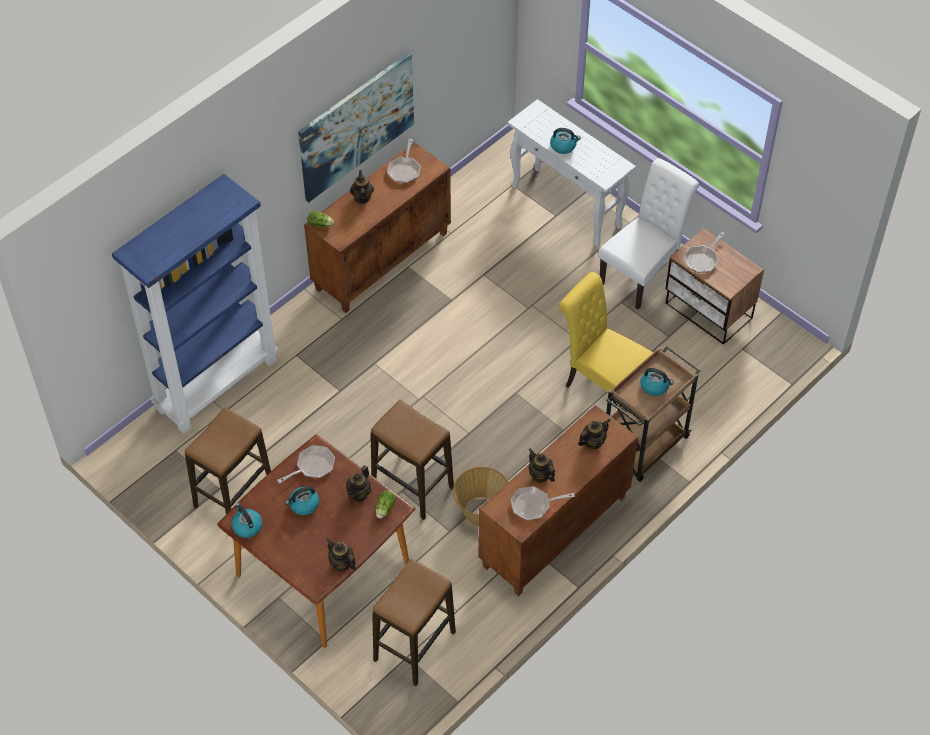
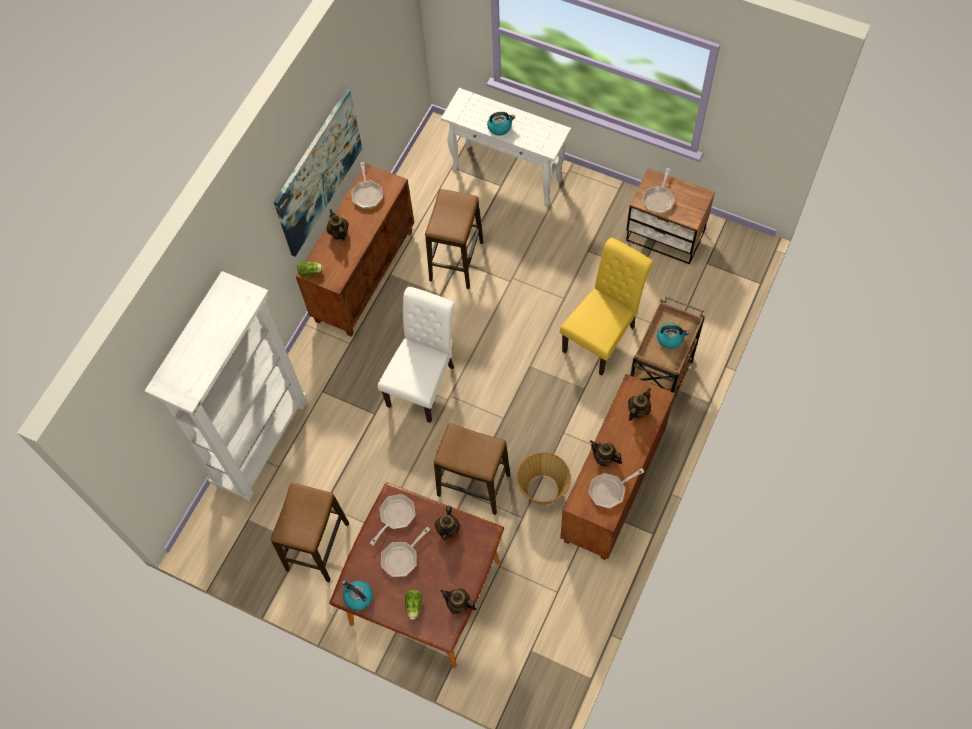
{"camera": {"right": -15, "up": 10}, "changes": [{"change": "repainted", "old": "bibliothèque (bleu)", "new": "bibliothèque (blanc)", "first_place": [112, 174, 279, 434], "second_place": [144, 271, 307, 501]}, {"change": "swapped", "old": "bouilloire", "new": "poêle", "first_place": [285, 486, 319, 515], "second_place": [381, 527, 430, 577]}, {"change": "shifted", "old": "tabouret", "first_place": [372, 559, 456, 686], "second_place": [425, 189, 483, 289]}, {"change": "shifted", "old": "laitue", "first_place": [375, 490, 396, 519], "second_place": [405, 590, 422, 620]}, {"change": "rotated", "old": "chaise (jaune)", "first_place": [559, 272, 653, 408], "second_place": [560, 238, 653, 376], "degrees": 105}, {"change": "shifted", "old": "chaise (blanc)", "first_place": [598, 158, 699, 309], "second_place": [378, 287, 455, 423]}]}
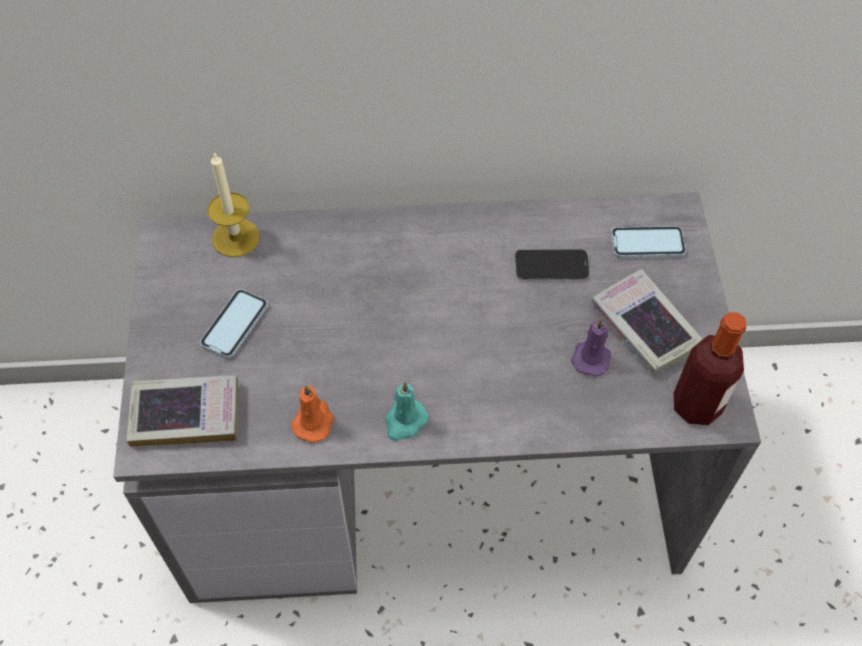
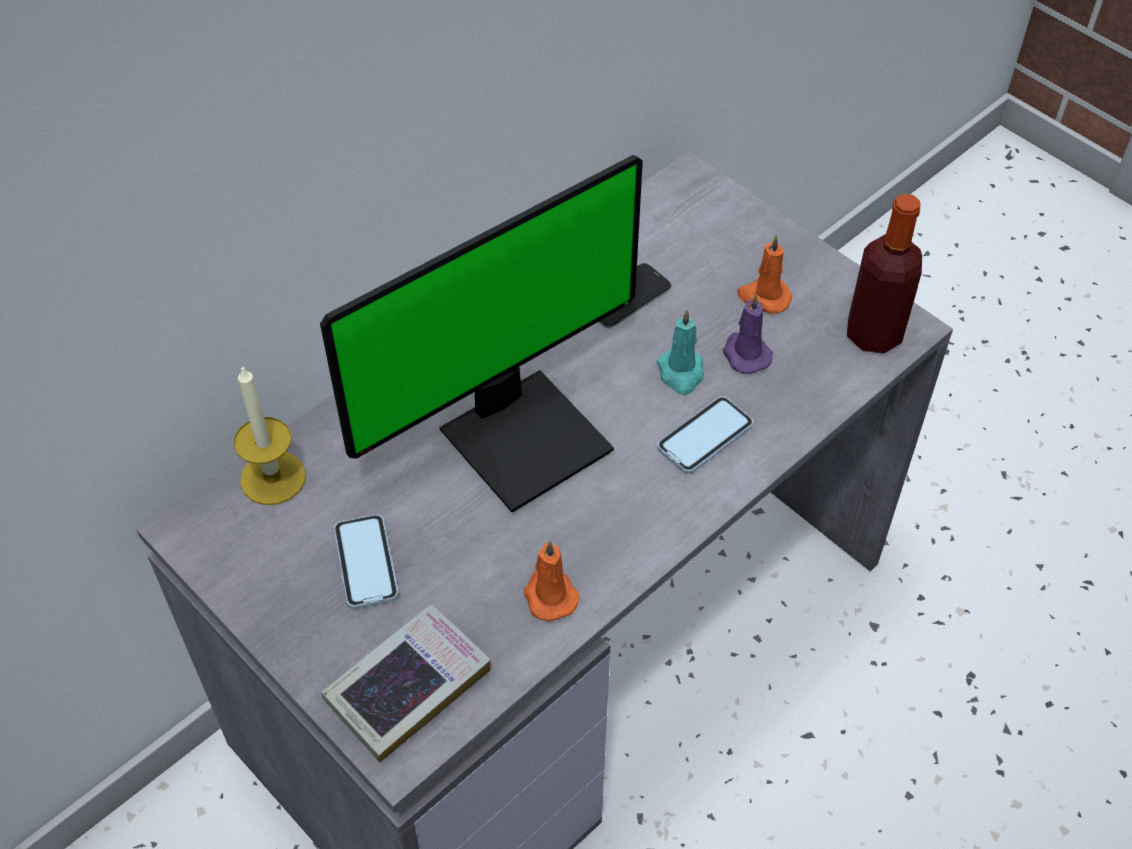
{"camera": {"right": -40, "up": -5}, "changes": [{"change": "shifted", "old": "bougie (turquoise)", "first_place": [385, 382, 429, 441], "second_place": [657, 310, 704, 395]}, {"change": "swapped", "old": "livre", "new": "bougie (orange)", "first_place": [591, 269, 703, 375], "second_place": [737, 235, 792, 314]}, {"change": "shifted", "old": "téléphone", "first_place": [611, 226, 686, 258], "second_place": [657, 396, 753, 474]}, {"change": "new", "new": "écran d'ordinateur", "second_place": [320, 155, 643, 513]}]}
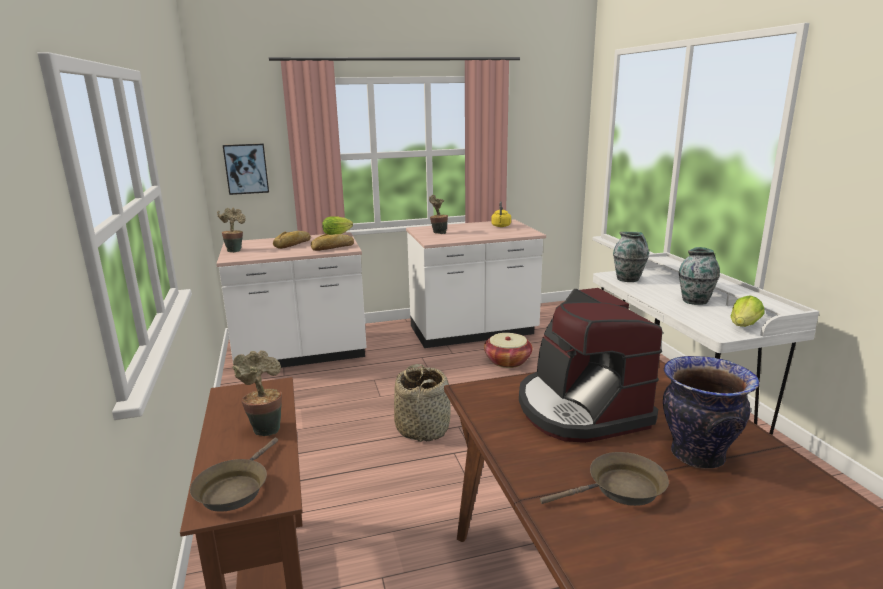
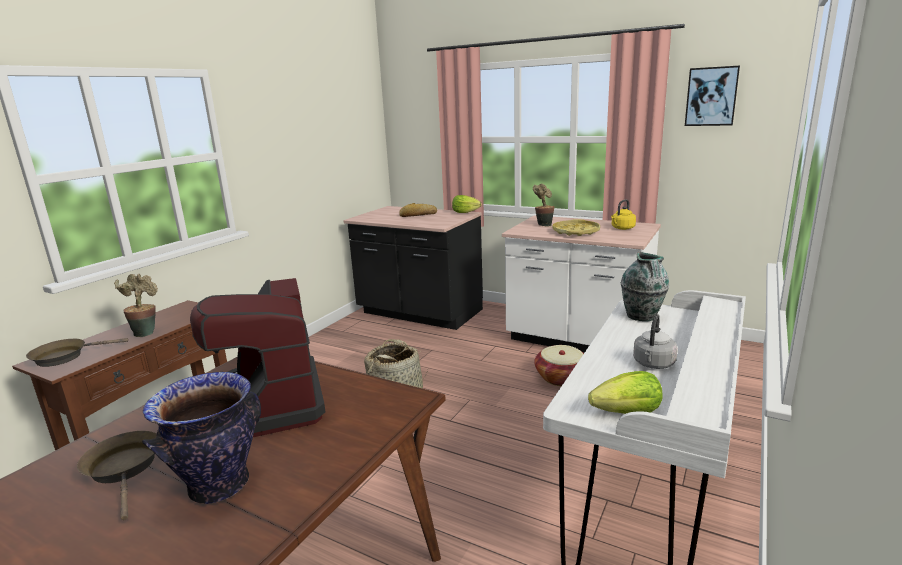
{"camera": {"right": 45, "up": 0}, "changes": [{"change": "gone", "old": "plante en pot", "first_place": [217, 208, 246, 253]}, {"change": "repainted", "old": "comptoir de cuisine (blanc)", "new": "comptoir de cuisine (noir)", "first_place": [217, 232, 367, 368], "second_place": [343, 206, 483, 330]}, {"change": "shifted", "old": "tableau", "first_place": [223, 143, 269, 195], "second_place": [685, 66, 740, 126]}, {"change": "gone", "old": "pain", "first_place": [311, 234, 354, 251]}, {"change": "rotated", "old": "machine à café", "first_place": [519, 288, 662, 443], "second_place": [190, 278, 325, 437], "degrees": -45}, {"change": "rotated", "old": "poêle (marron)", "first_place": [540, 452, 669, 506], "second_place": [77, 431, 157, 521], "degrees": -150}, {"change": "swapped", "old": "vase", "new": "bouilloire (gris)", "first_place": [679, 247, 720, 305], "second_place": [633, 314, 678, 369]}, {"change": "new", "new": "plateau (jaune)", "second_place": [553, 219, 600, 236]}]}
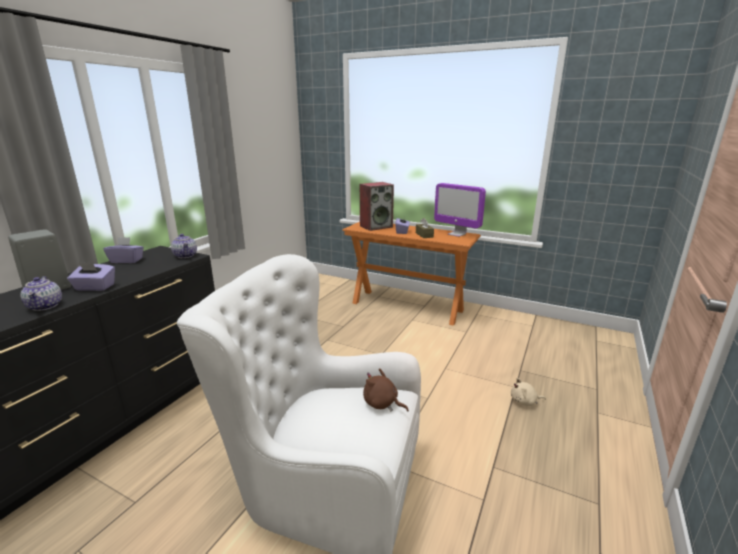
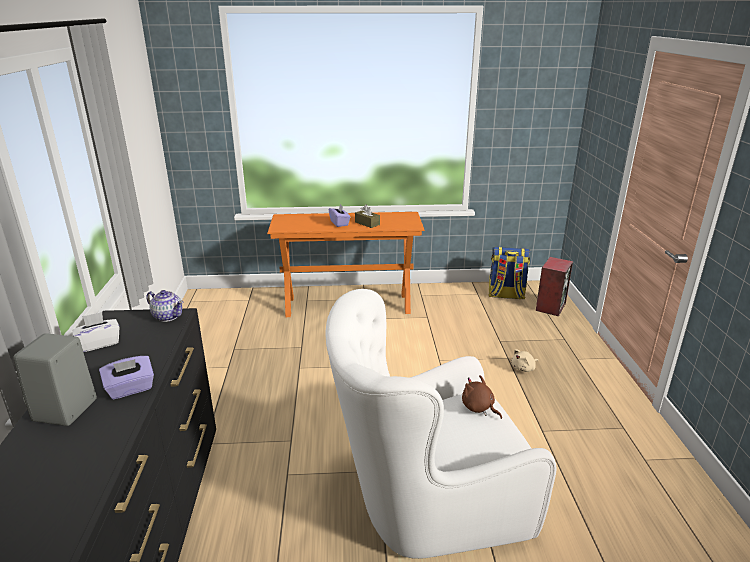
{"camera": {"right": -30, "up": 5}, "changes": [{"change": "gone", "old": "théière", "first_place": [20, 276, 62, 311]}, {"change": "repainted", "old": "boîte à mouchoirs (violet)", "new": "boîte à mouchoirs (blanc)", "first_place": [103, 237, 144, 263], "second_place": [73, 312, 120, 352]}, {"change": "shifted", "old": "enceinte", "first_place": [360, 182, 394, 231], "second_place": [536, 257, 573, 316]}, {"change": "rotated", "old": "peluche (marron)", "first_place": [363, 368, 409, 412], "second_place": [462, 375, 502, 419], "degrees": 45}, {"change": "gone", "old": "écran d'ordinateur", "first_place": [434, 183, 486, 237]}, {"change": "new", "new": "sac à dos", "second_place": [488, 247, 530, 300]}]}
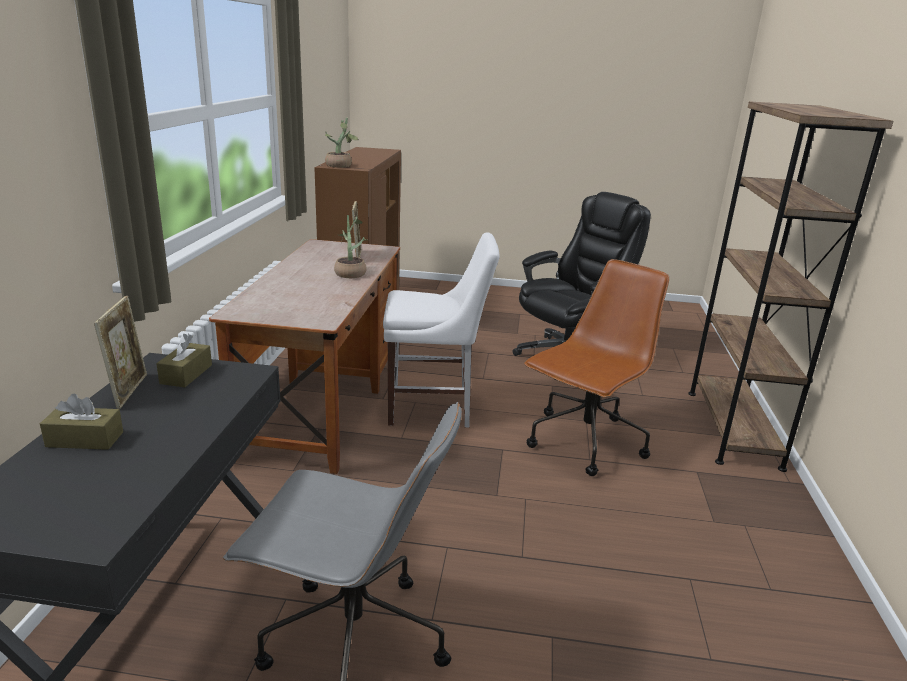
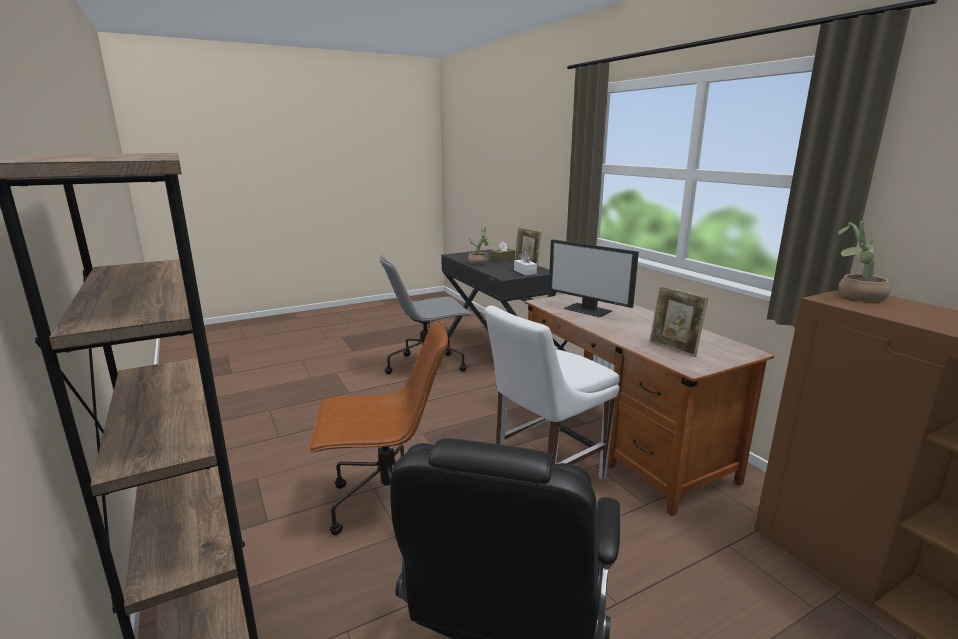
{"camera": {"right": 145, "up": -5}, "changes": [{"change": "repainted", "old": "boîte à mouchoirs (marron)", "new": "boîte à mouchoirs (blanc)", "first_place": [156, 334, 212, 387], "second_place": [514, 252, 537, 275]}, {"change": "shifted", "old": "plante en pot", "first_place": [334, 215, 367, 278], "second_place": [468, 227, 494, 265]}, {"change": "rotated", "old": "chaise de bureau (marron)", "first_place": [524, 259, 669, 476], "second_place": [308, 320, 448, 535], "degrees": -105}, {"change": "new", "new": "écran d'ordinateur", "second_place": [549, 239, 639, 317]}]}
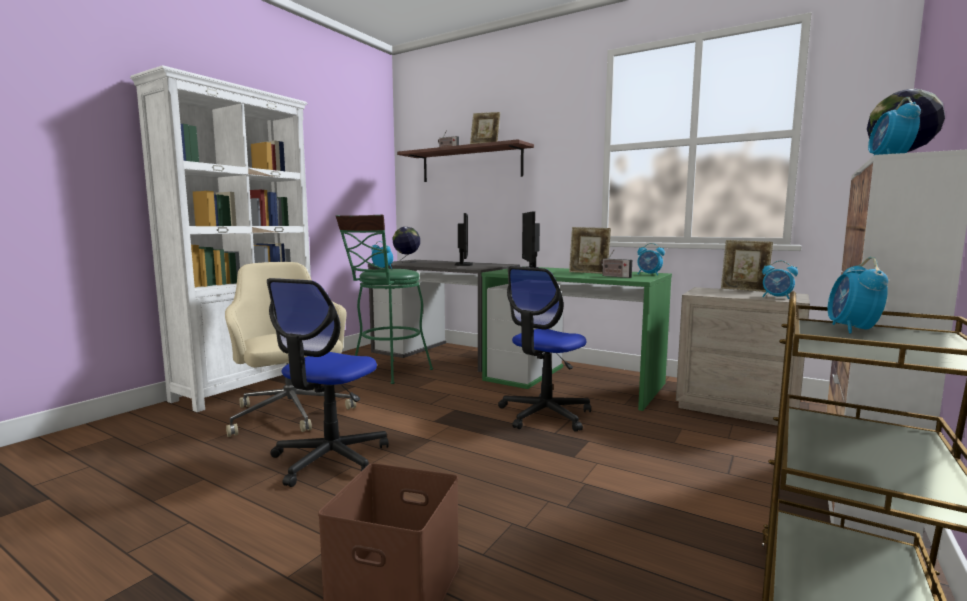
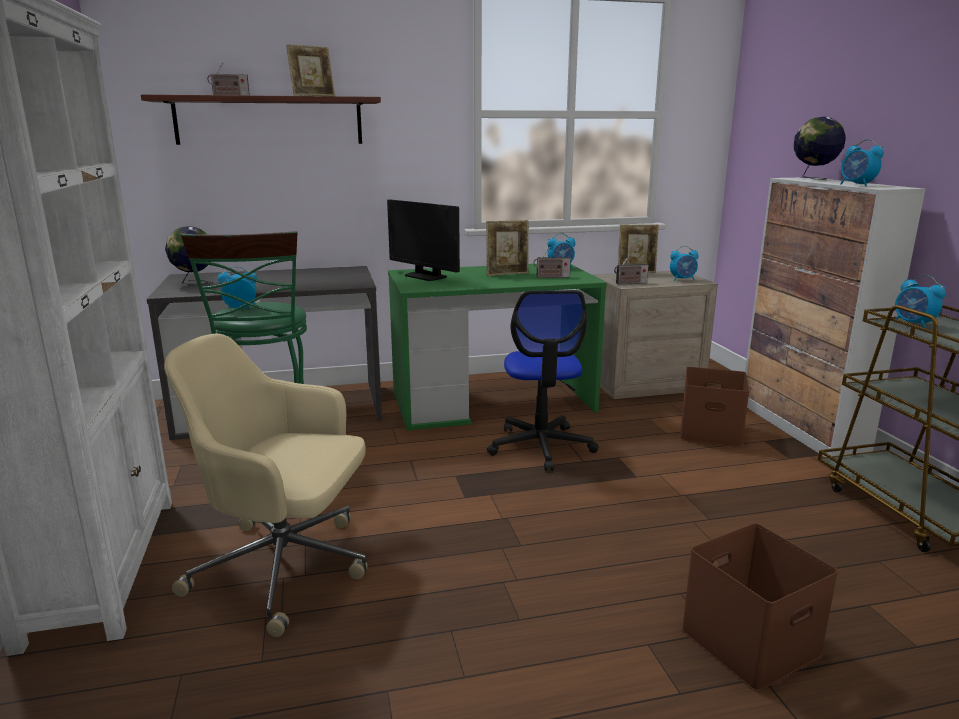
{"camera": {"right": -45, "up": 10}, "changes": [{"change": "gone", "old": "chaise de bureau", "first_place": [267, 278, 389, 487]}, {"change": "gone", "old": "écran d'ordinateur", "first_place": [455, 213, 473, 266]}, {"change": "new", "new": "radio", "second_place": [614, 255, 649, 284]}, {"change": "new", "new": "boîte de rangement (marron)", "second_place": [680, 367, 750, 447]}]}
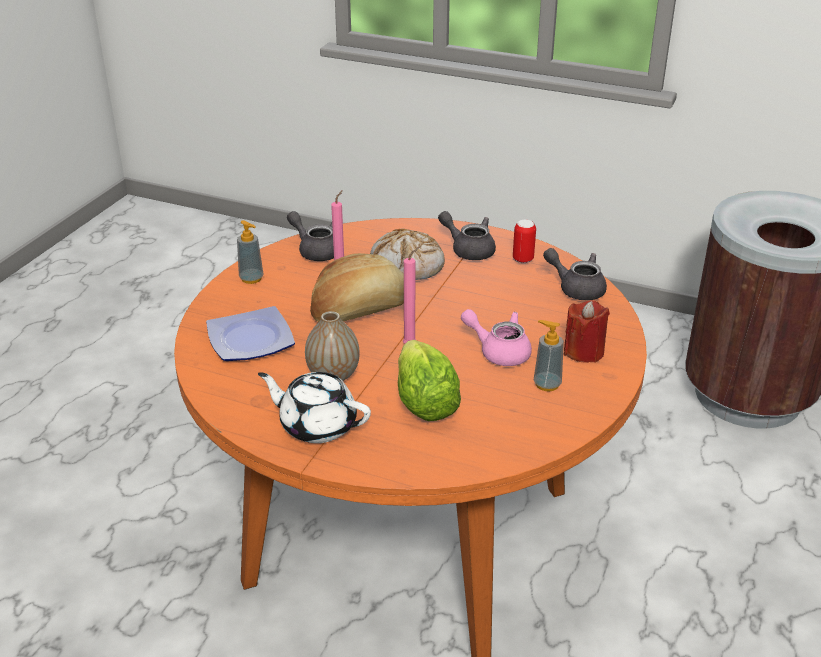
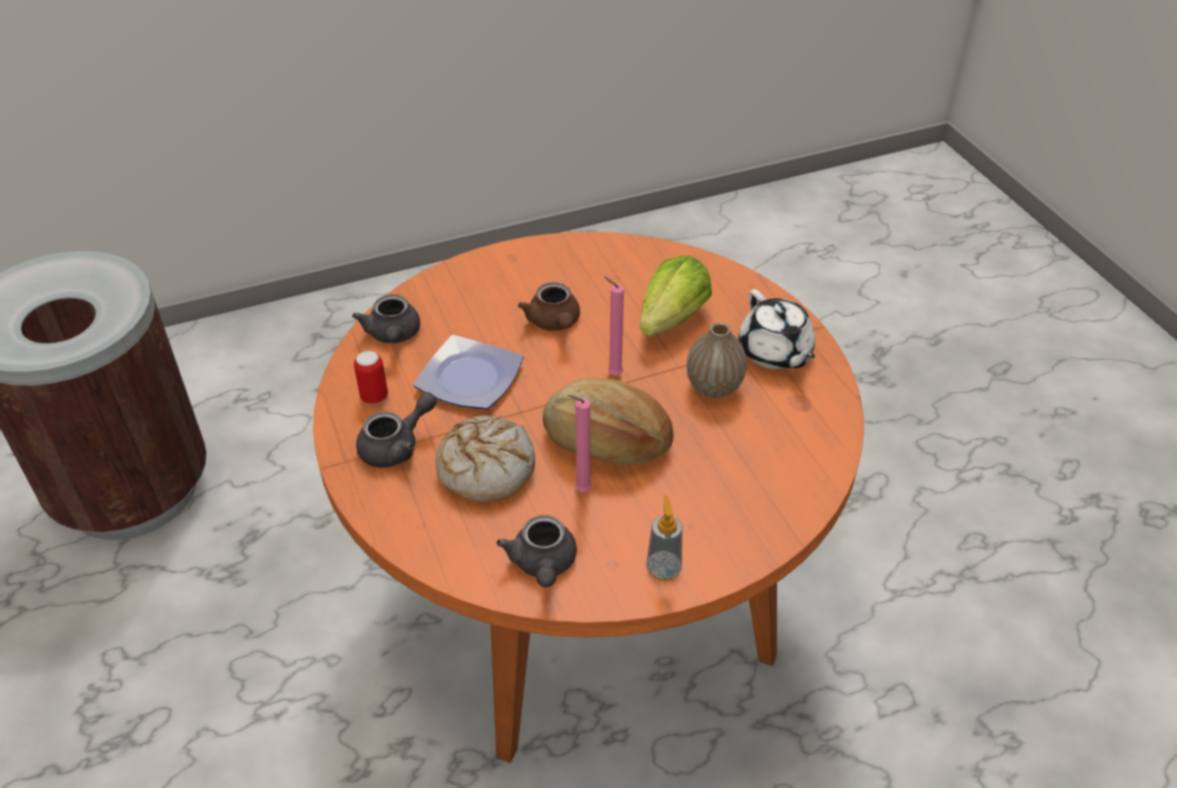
{"camera": {"right": -135, "up": 10}, "changes": [{"change": "shifted", "old": "assiette", "first_place": [206, 306, 295, 361], "second_place": [413, 335, 524, 409]}, {"change": "rotated", "old": "théière (gris)", "first_place": [438, 211, 496, 260], "second_place": [356, 392, 437, 468], "degrees": -120}, {"change": "repainted", "old": "théière (rose)", "new": "théière (marron)", "first_place": [461, 309, 532, 366], "second_place": [518, 282, 580, 331]}, {"change": "gone", "old": "distributeur de savon", "first_place": [534, 320, 564, 391]}, {"change": "gone", "old": "bougie (rouge)", "first_place": [564, 300, 610, 363]}]}
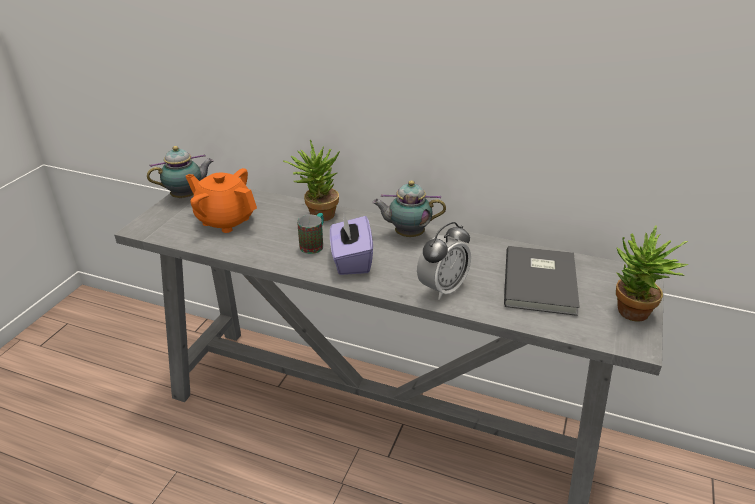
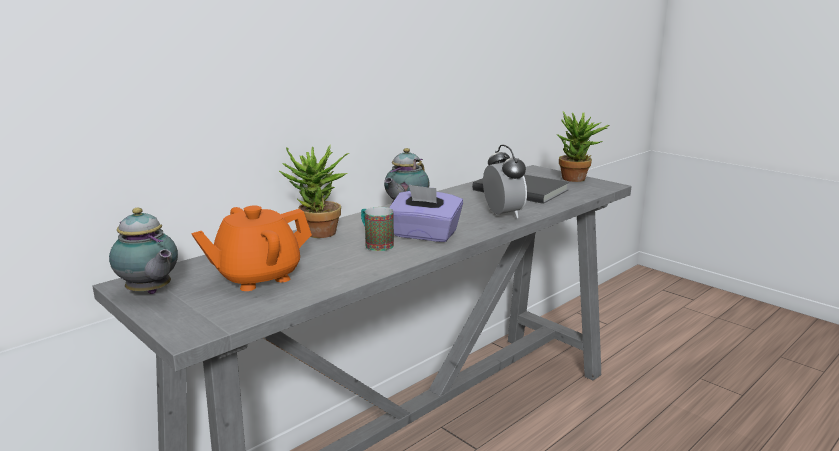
{"camera": {"right": -65, "up": -15}, "changes": [{"change": "rotated", "old": "théière", "first_place": [147, 146, 214, 198], "second_place": [109, 208, 178, 294], "degrees": 135}]}
